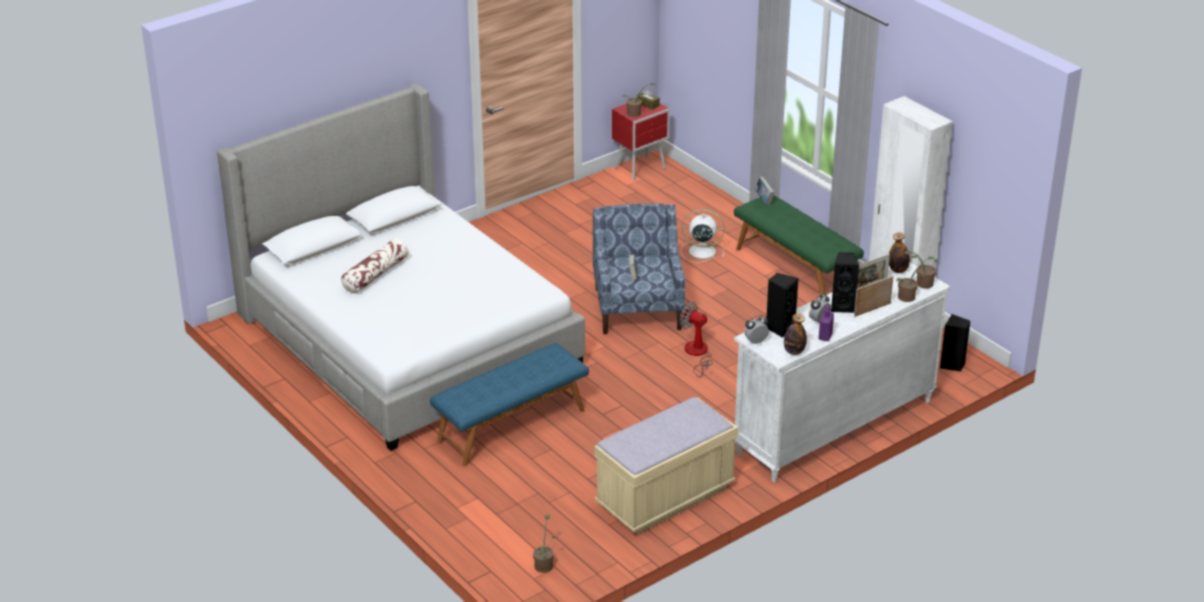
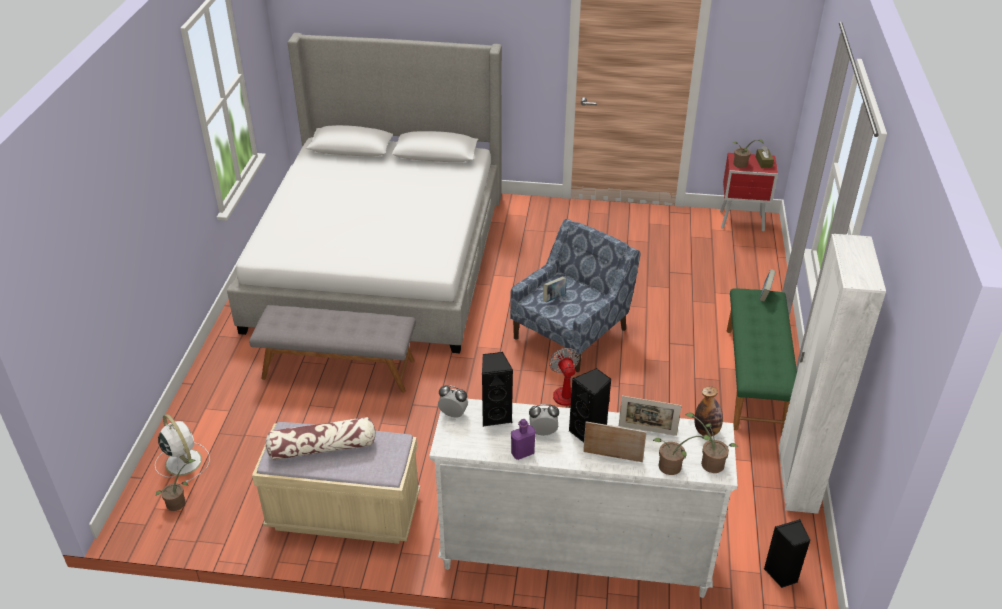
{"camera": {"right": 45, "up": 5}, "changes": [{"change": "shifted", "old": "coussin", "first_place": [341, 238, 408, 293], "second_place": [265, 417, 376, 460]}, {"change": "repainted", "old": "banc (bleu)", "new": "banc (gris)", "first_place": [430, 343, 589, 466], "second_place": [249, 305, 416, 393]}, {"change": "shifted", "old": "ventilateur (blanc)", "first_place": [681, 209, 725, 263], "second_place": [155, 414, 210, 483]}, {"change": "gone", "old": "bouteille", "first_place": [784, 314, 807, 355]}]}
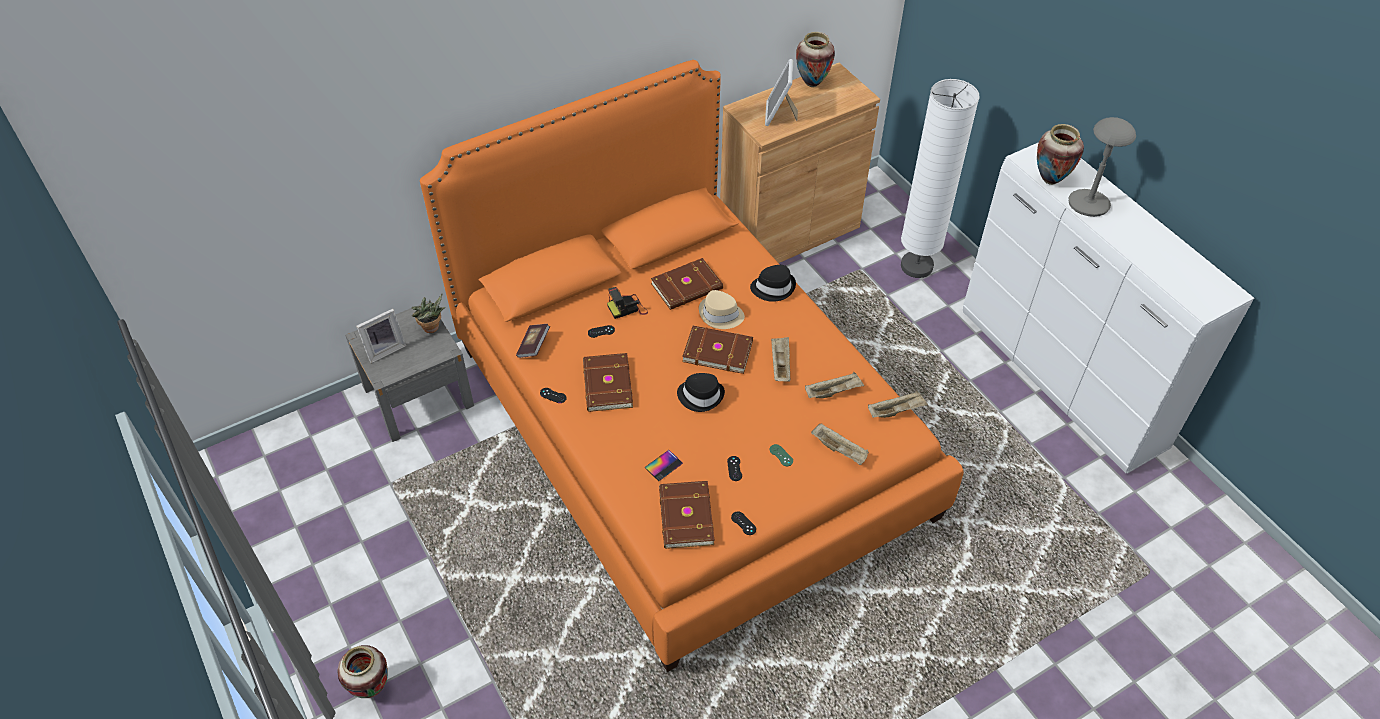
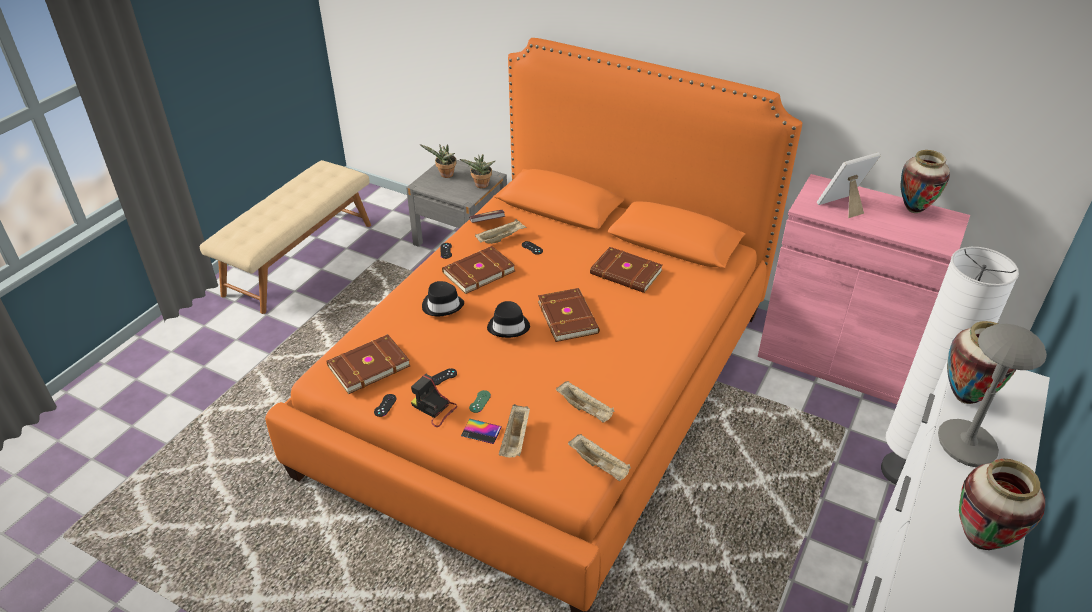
{"camera": {"right": 60, "up": -10}, "changes": [{"change": "shifted", "old": "vase", "first_place": [338, 645, 388, 698], "second_place": [959, 459, 1045, 550]}, {"change": "swapped", "old": "cadre photo", "new": "plante en pot", "first_place": [356, 309, 406, 363], "second_place": [420, 144, 456, 178]}, {"change": "shifted", "old": "appareil photo", "first_place": [607, 287, 648, 319], "second_place": [411, 374, 457, 427]}, {"change": "shifted", "old": "téléphone", "first_place": [645, 450, 683, 481], "second_place": [461, 419, 502, 444]}, {"change": "gone", "old": "chapeau (beige)", "first_place": [699, 290, 745, 329]}, {"change": "repainted", "old": "meuble de rangement (marron)", "new": "meuble de rangement (rose)", "first_place": [720, 63, 880, 263], "second_place": [758, 174, 970, 404]}, {"change": "shifted", "old": "chapeau (noir)", "first_place": [750, 265, 796, 302], "second_place": [422, 281, 464, 316]}, {"change": "shifted", "old": "plateau (beige)", "first_place": [771, 337, 790, 382], "second_place": [475, 219, 527, 244]}, {"change": "new", "new": "banc (beige)", "second_place": [200, 160, 371, 314]}]}
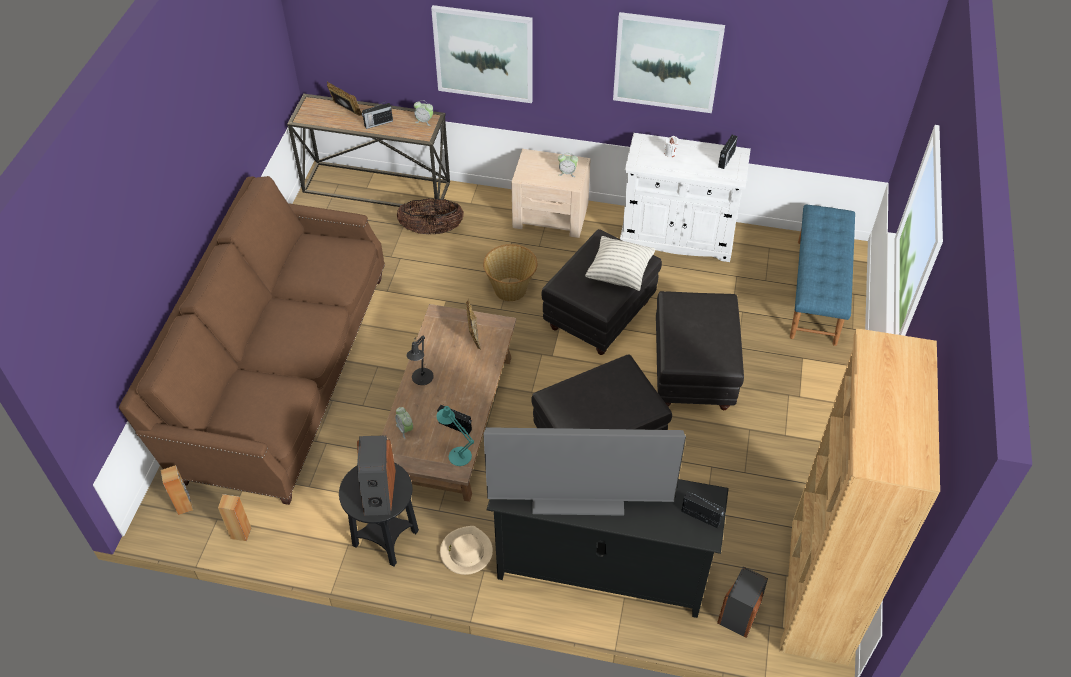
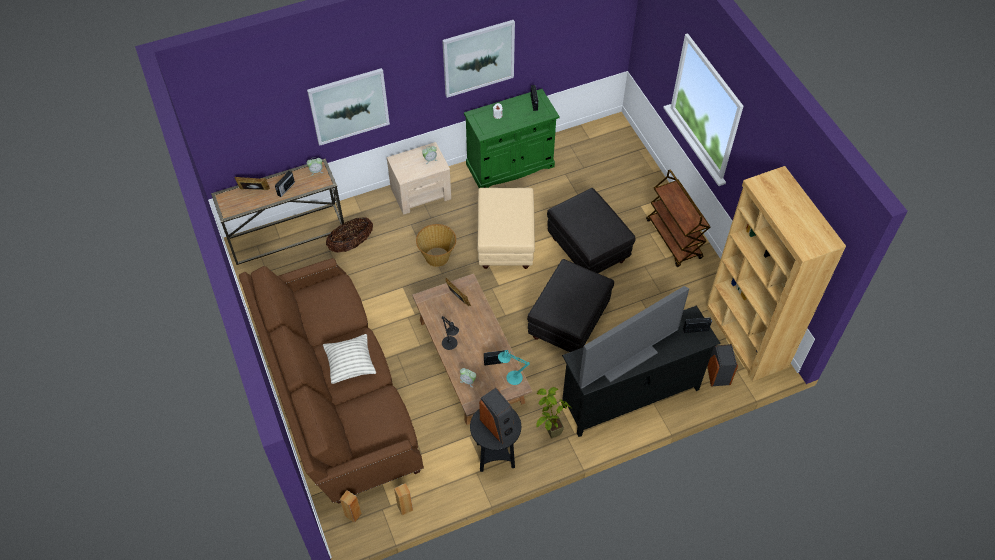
{"camera": {"right": -35, "up": 5}, "changes": [{"change": "swapped", "old": "chapeau (beige)", "new": "plante en pot", "first_place": [440, 526, 493, 575], "second_place": [536, 387, 572, 438]}, {"change": "repainted", "old": "pouf (noir)", "new": "pouf (beige)", "first_place": [541, 229, 662, 355], "second_place": [477, 188, 535, 269]}, {"change": "shifted", "old": "coussin", "first_place": [585, 236, 655, 291], "second_place": [323, 334, 376, 384]}, {"change": "repainted", "old": "meuble de rangement (blanc)", "new": "meuble de rangement (vert)", "first_place": [620, 133, 751, 262], "second_place": [464, 89, 560, 188]}, {"change": "gone", "old": "banc (bleu)", "first_place": [790, 204, 855, 346]}, {"change": "new", "new": "chariot (marron)", "second_place": [646, 170, 710, 267]}]}
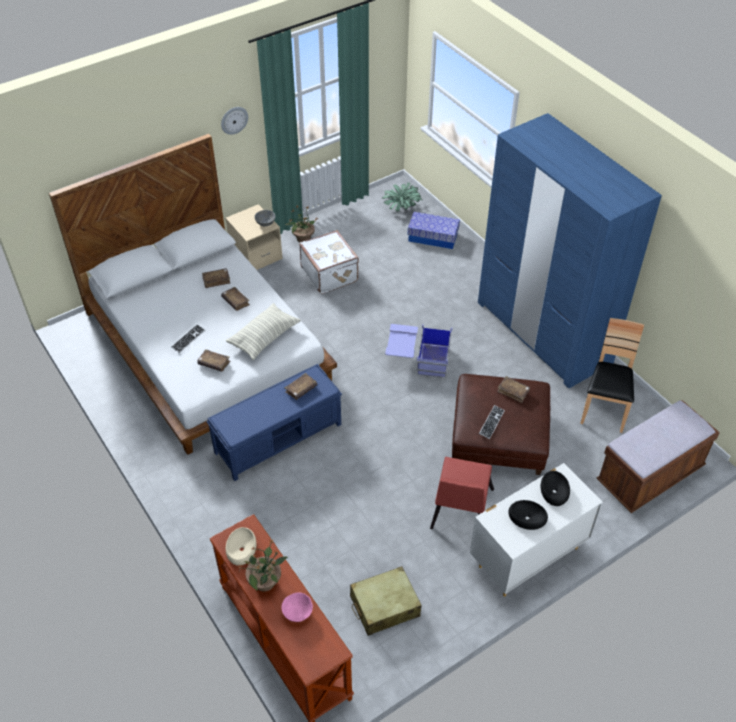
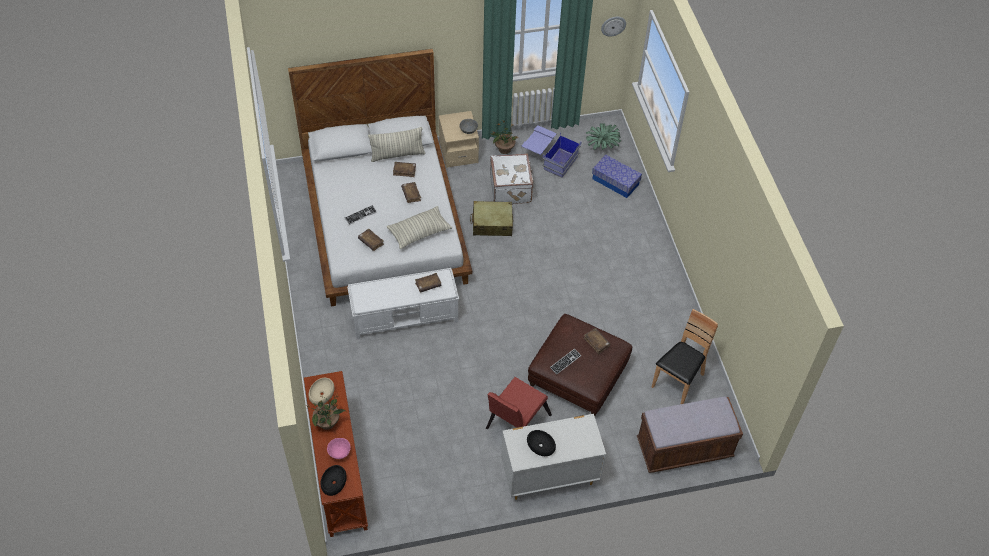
{"camera": {"right": 20, "up": 5}, "changes": [{"change": "repainted", "old": "banc (bleu)", "new": "banc (blanc)", "first_place": [206, 364, 342, 481], "second_place": [347, 268, 459, 339]}, {"change": "shifted", "old": "horloge murale", "first_place": [221, 107, 248, 135], "second_place": [601, 17, 626, 36]}, {"change": "shifted", "old": "valise (beige)", "first_place": [350, 566, 421, 636], "second_place": [470, 201, 513, 236]}, {"change": "shifted", "old": "boîte de rangement (bleu)", "first_place": [385, 324, 452, 378], "second_place": [522, 125, 582, 178]}, {"change": "gone", "old": "armoire (bleu)", "first_place": [478, 113, 662, 388]}, {"change": "shifted", "old": "bol (noir)", "first_place": [541, 471, 570, 506], "second_place": [321, 465, 347, 496]}, {"change": "new", "new": "coussin", "second_place": [368, 127, 426, 162]}]}
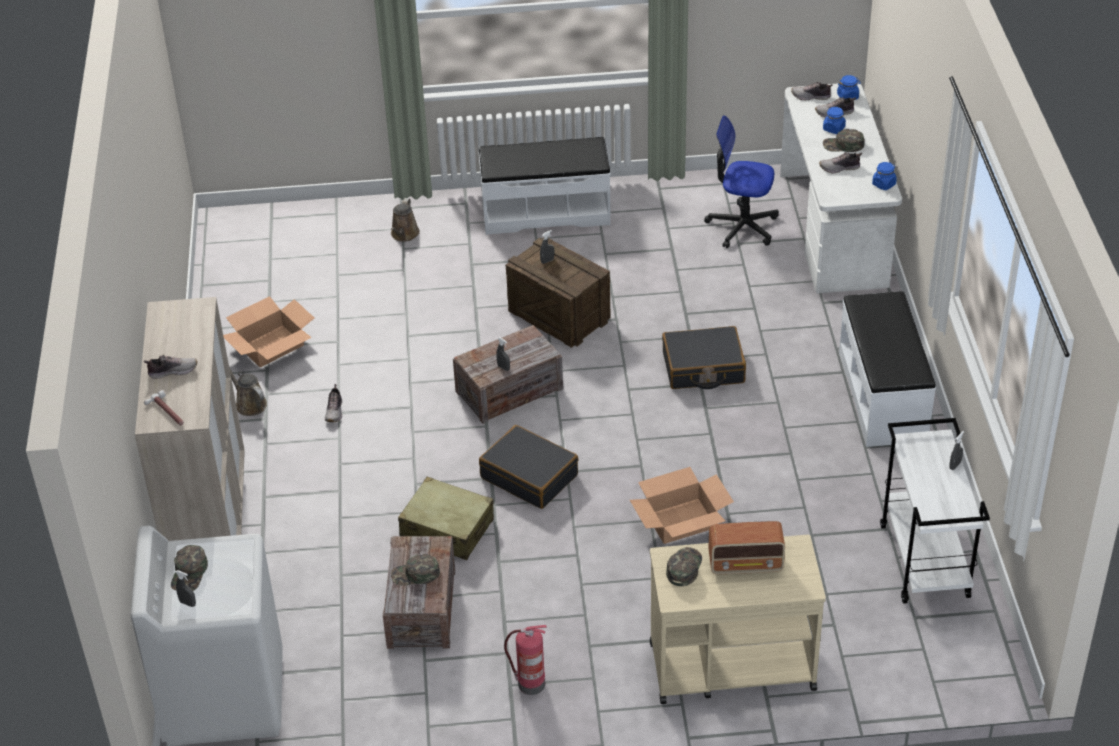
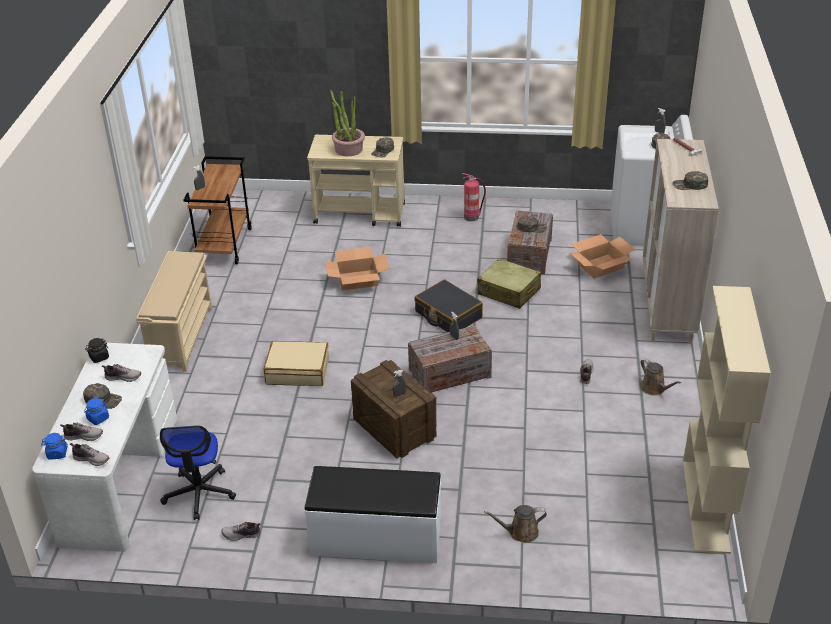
{"camera": {"right": -170, "up": -5}, "changes": [{"change": "shifted", "old": "chaussure", "first_place": [144, 355, 197, 379], "second_place": [221, 522, 261, 541]}, {"change": "shifted", "old": "carton", "first_place": [223, 296, 314, 368], "second_place": [570, 234, 635, 279]}, {"change": "rotated", "old": "arrosoir (marron)", "first_place": [391, 198, 420, 242], "second_place": [484, 505, 547, 543], "degrees": -120}, {"change": "repainted", "old": "valise (noir)", "new": "valise (beige)", "first_place": [662, 326, 746, 389], "second_place": [264, 341, 329, 386]}, {"change": "rotated", "old": "chaise de bureau", "first_place": [704, 115, 779, 248], "second_place": [160, 426, 236, 520], "degrees": 60}, {"change": "swapped", "old": "radio", "new": "plante en pot", "first_place": [708, 521, 785, 574], "second_place": [330, 90, 365, 156]}, {"change": "swapped", "old": "banc (blanc)", "new": "étagère à chaussures (beige)", "first_place": [839, 291, 936, 447], "second_place": [136, 251, 212, 372]}, {"change": "repainted", "old": "bocal (bleu)", "new": "bocal (noir)", "first_place": [872, 162, 897, 190], "second_place": [85, 338, 109, 363]}, {"change": "repainted", "old": "chariot (blanc)", "new": "chariot (marron)", "first_place": [880, 418, 990, 604], "second_place": [183, 156, 252, 264]}, {"change": "new", "new": "casquette (vert)", "second_place": [673, 171, 708, 190]}, {"change": "new", "new": "bibliothèque (beige)", "second_place": [683, 286, 771, 554]}]}
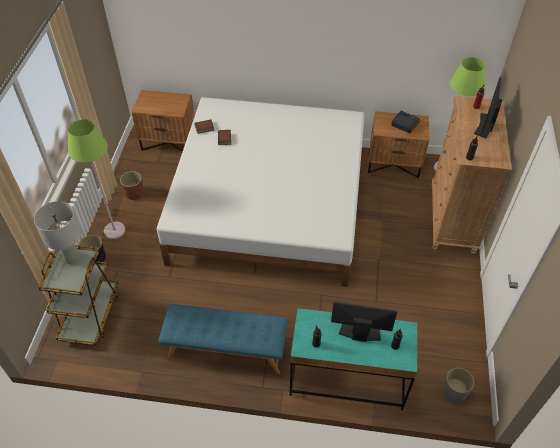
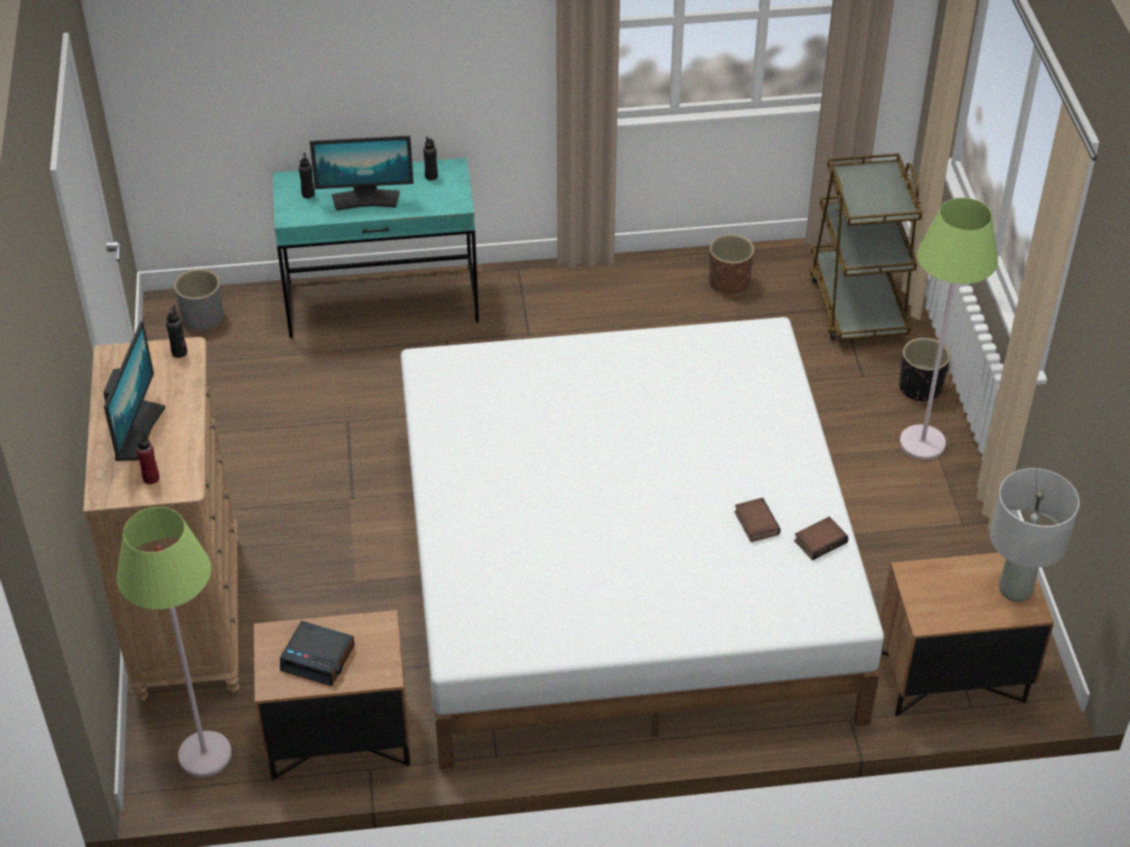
{"camera": {"right": 165, "up": -5}, "changes": [{"change": "shifted", "old": "lampe de table (gris)", "first_place": [34, 201, 81, 264], "second_place": [990, 468, 1079, 602]}, {"change": "shifted", "old": "cache-pot (marron)", "first_place": [120, 171, 144, 201], "second_place": [709, 234, 754, 295]}, {"change": "gone", "old": "banc (bleu)", "first_place": [158, 304, 288, 374]}]}
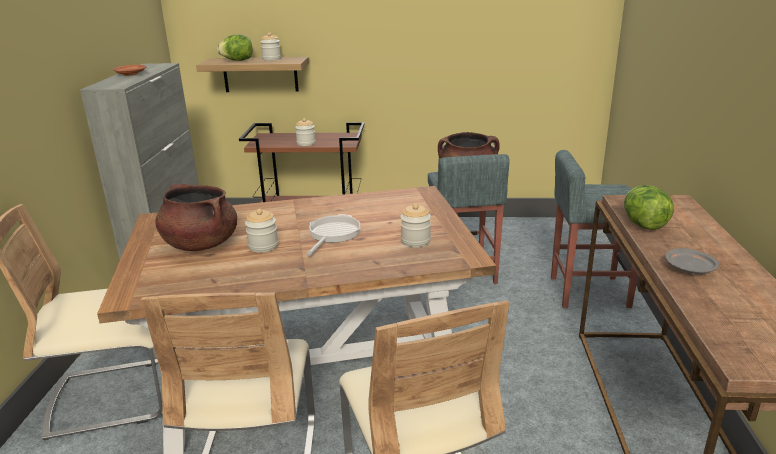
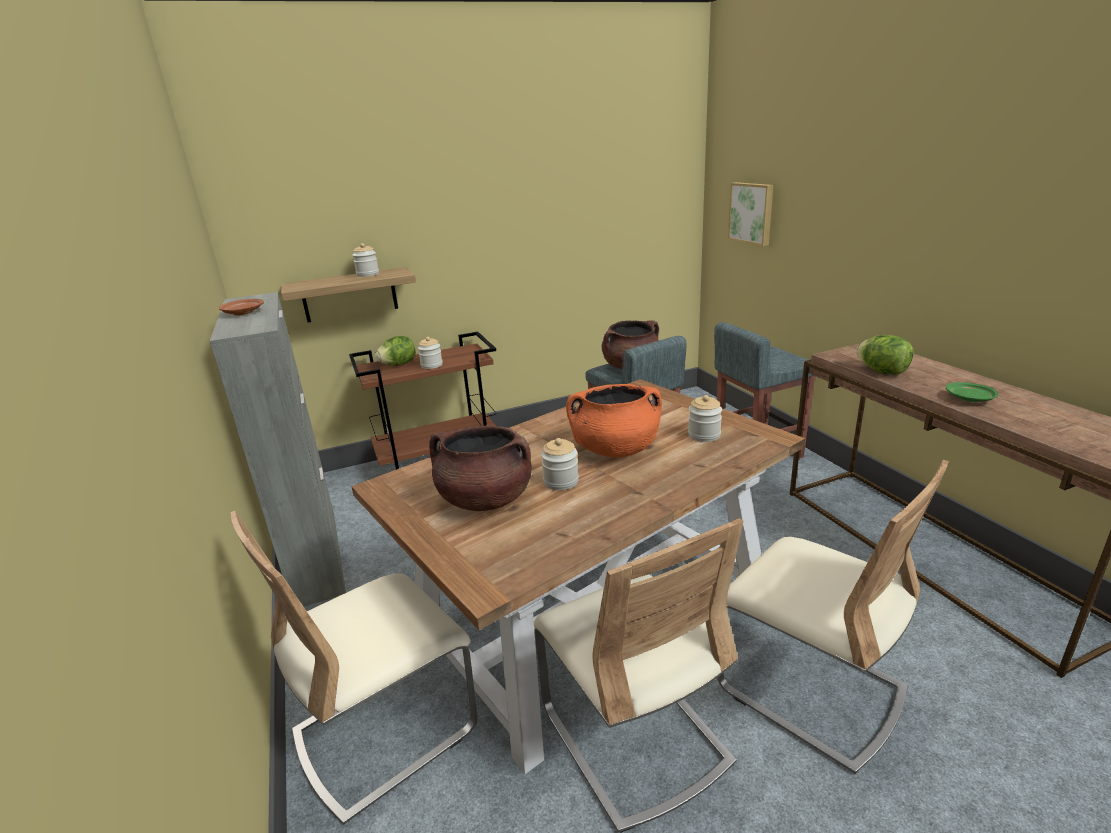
{"camera": {"right": -25, "up": 0}, "changes": [{"change": "shifted", "old": "laitue", "first_place": [217, 35, 252, 61], "second_place": [375, 336, 416, 366]}, {"change": "swapped", "old": "poêle", "new": "marmite (orange)", "first_place": [306, 214, 360, 256], "second_place": [566, 384, 662, 457]}, {"change": "repainted", "old": "assiette (gris)", "new": "assiette (vert)", "first_place": [665, 248, 719, 274], "second_place": [946, 382, 999, 402]}, {"change": "new", "new": "tableau", "second_place": [728, 182, 773, 246]}]}
